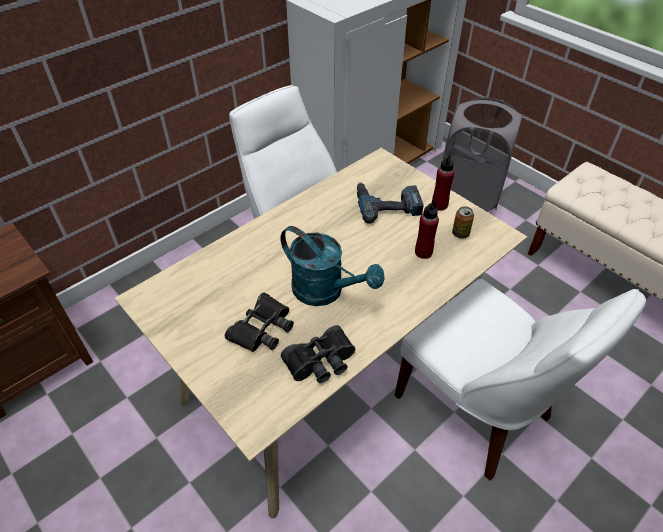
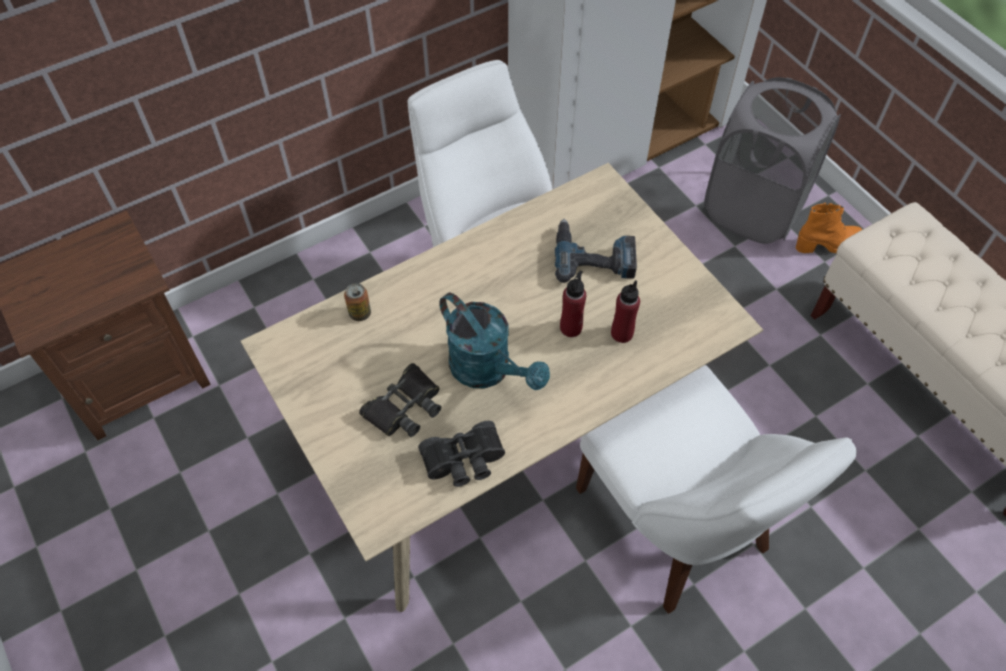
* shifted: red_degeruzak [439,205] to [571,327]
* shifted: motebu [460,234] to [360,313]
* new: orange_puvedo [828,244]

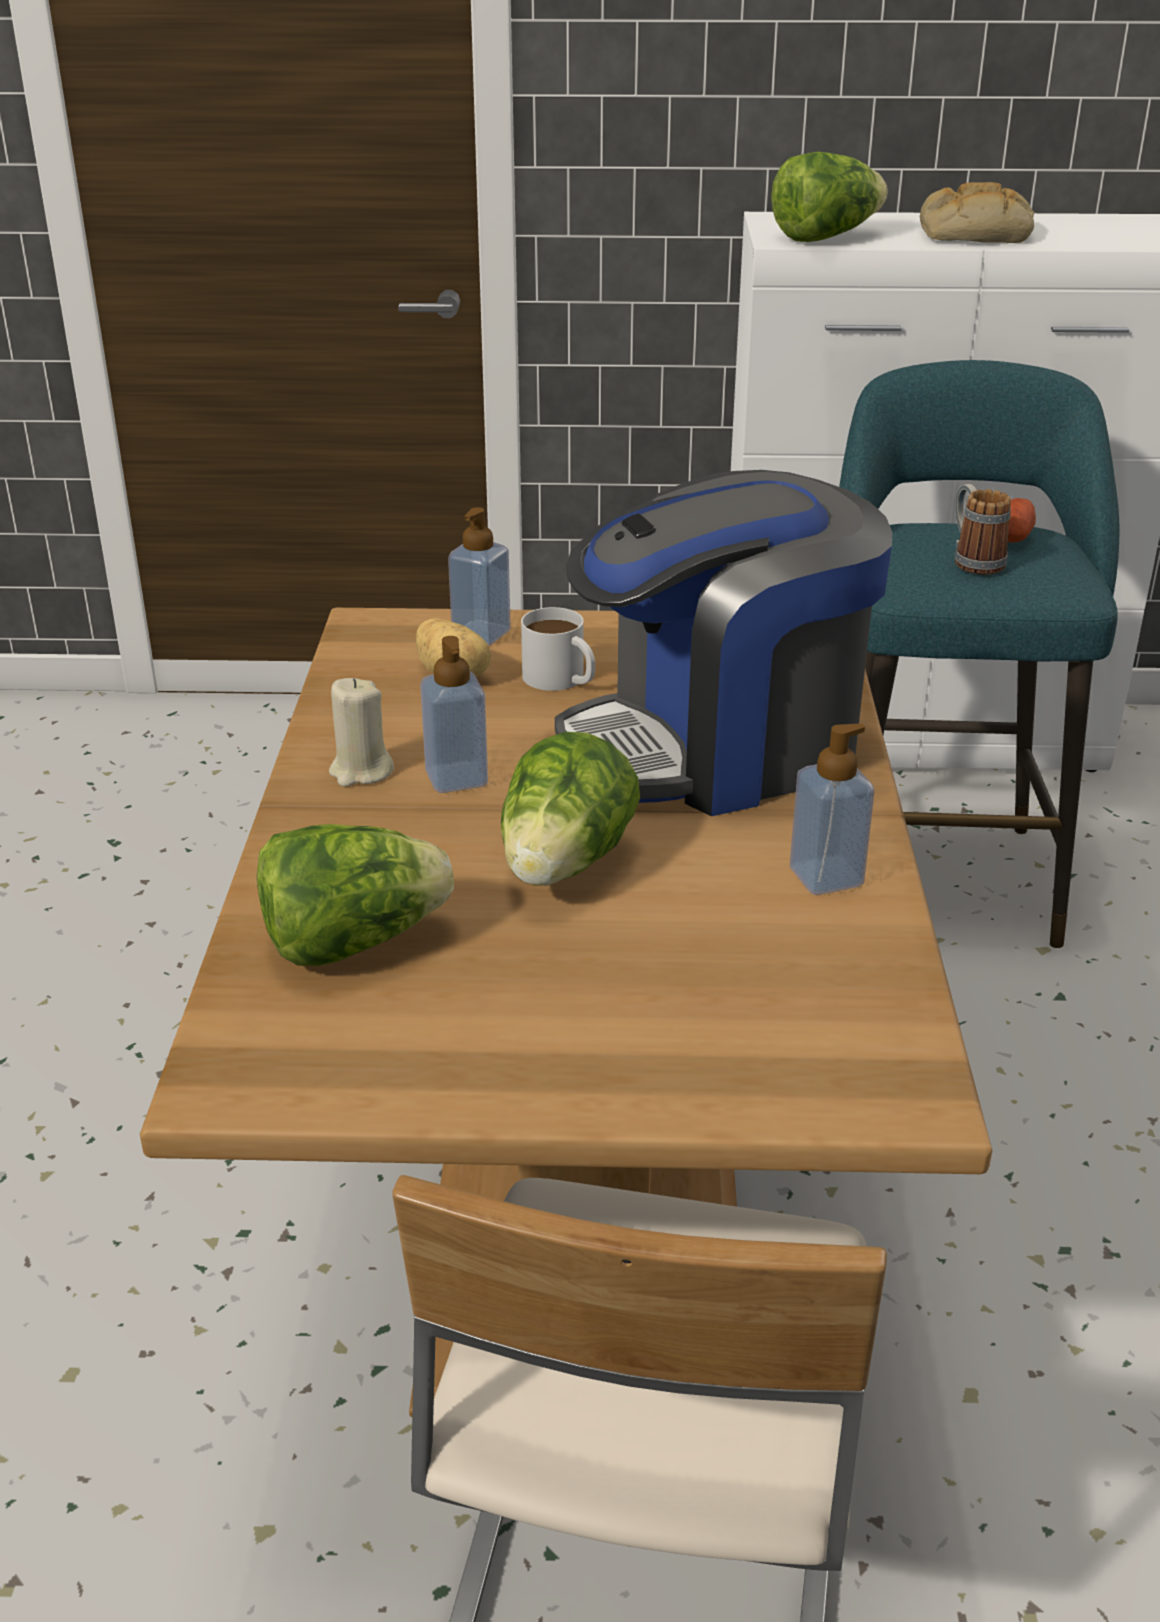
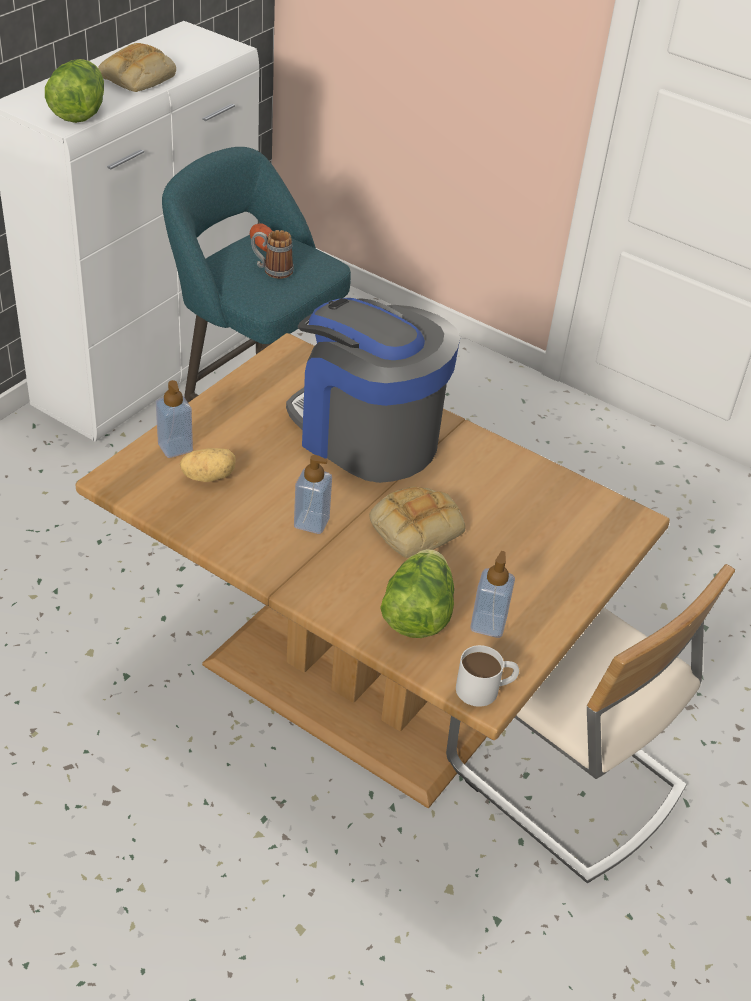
* gone: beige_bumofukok [361,771]
* swapped: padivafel [564,865] to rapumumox [416,526]
* shifted: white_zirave [562,680] to [485,688]
* rotated: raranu [718,748] = [366,435] 120 degrees clockwise
* shifted: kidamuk [826,876] to [488,624]

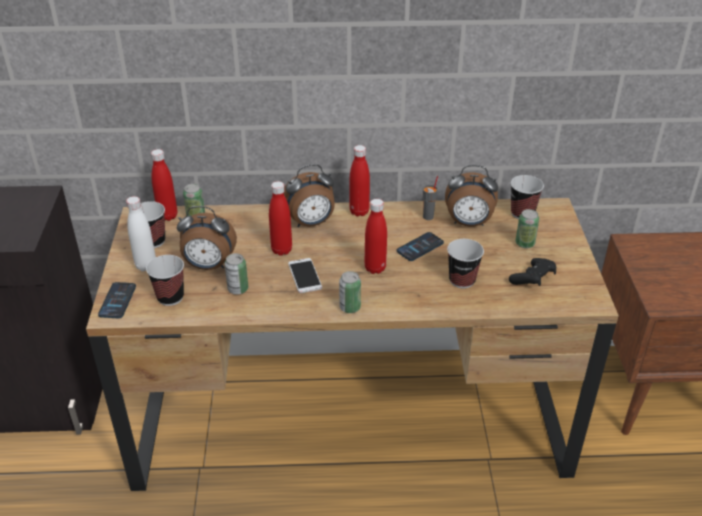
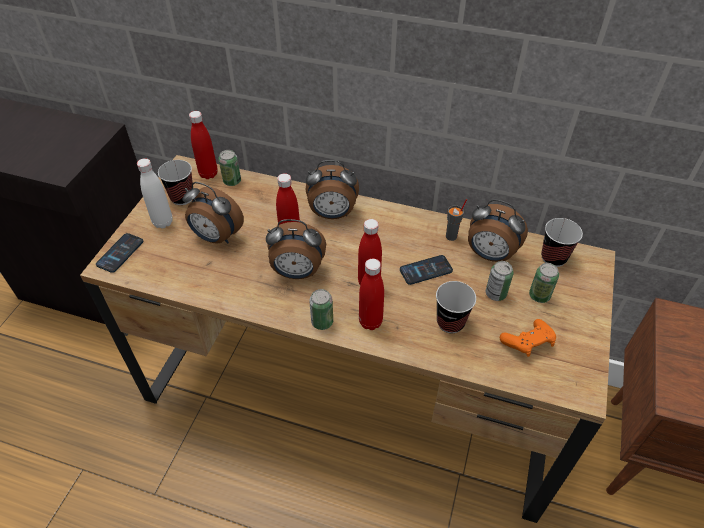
* gone: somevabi [170,297]
* shifted: motebu [238,289] to [495,294]
* swapped: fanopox [305,276] to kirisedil [297,273]
* shifted: red_degeruzak [359,211] to [370,322]
* repainted: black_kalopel [533,279] to orange_kalopel [527,343]

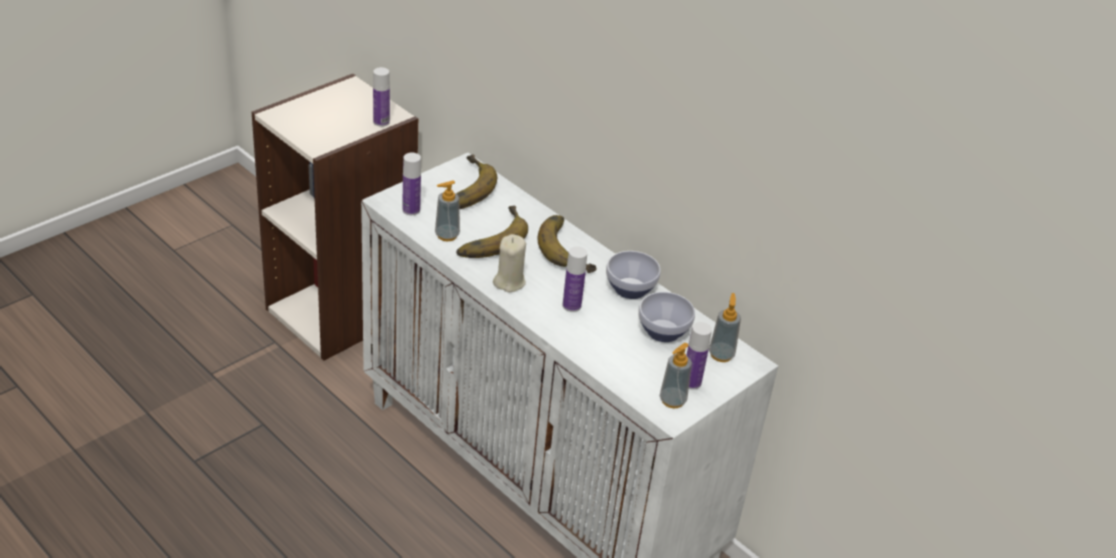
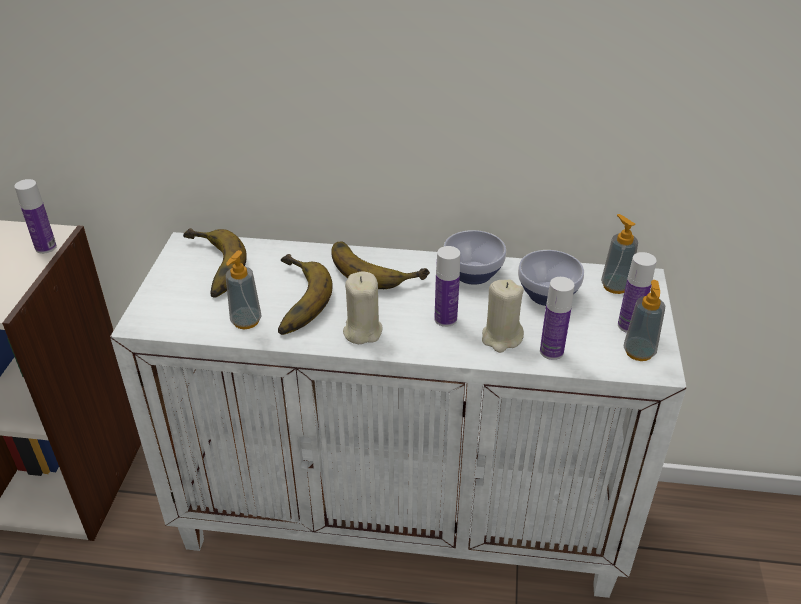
* shifted: degeruzak [411,210] to [551,351]
* new: beige_bumofukok [501,338]

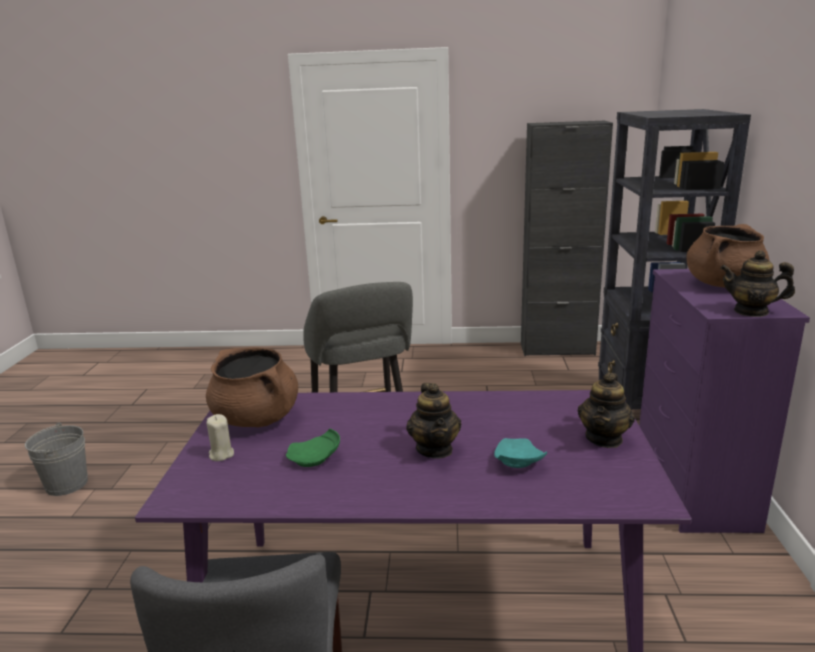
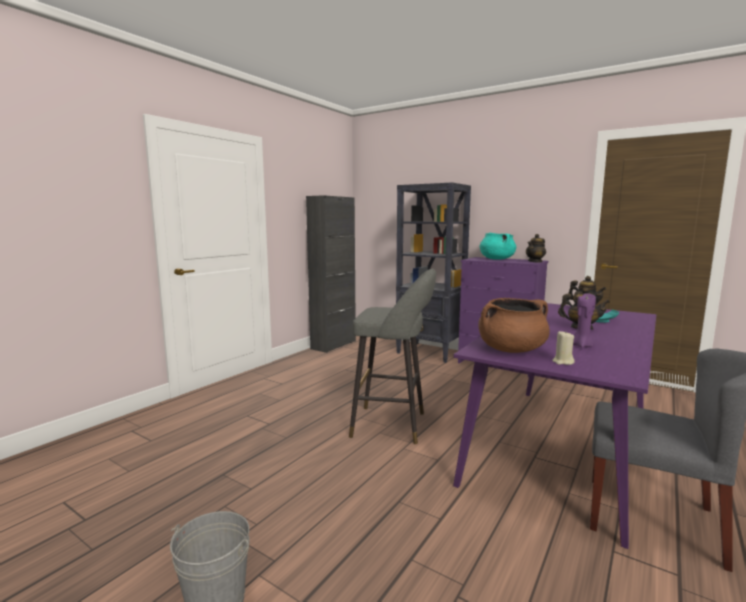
* swapped: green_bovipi [315,459] to purple_bumofukok [581,345]
* repainted: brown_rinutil [723,284] to turquoise_rinutil [496,259]

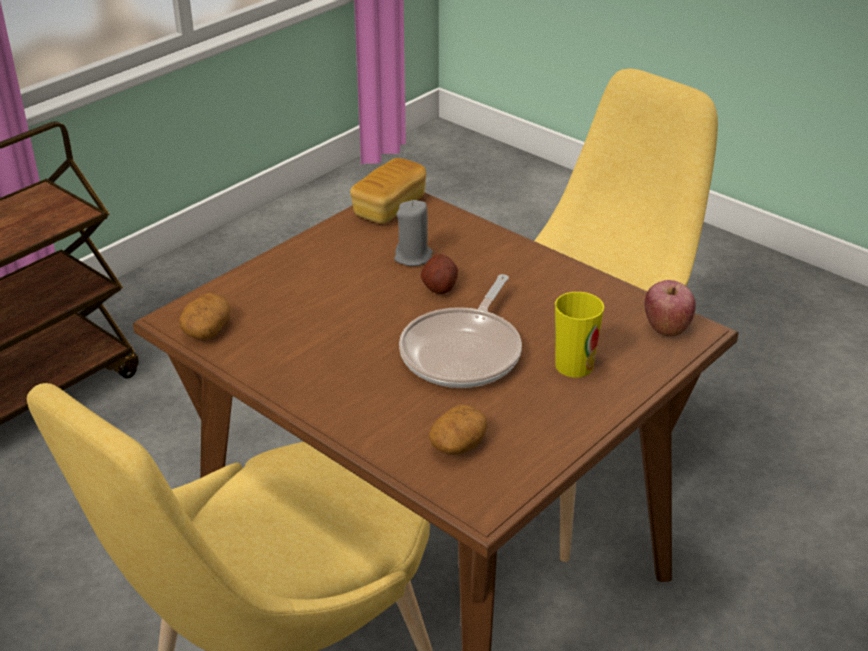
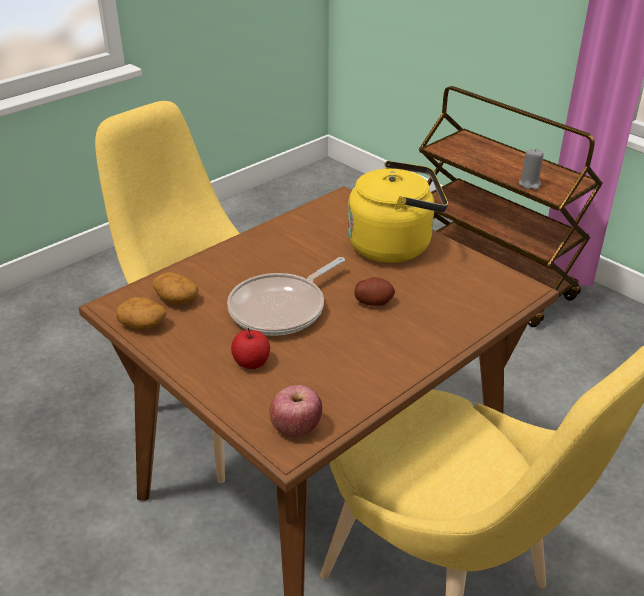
* shifted: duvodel [206,329] to [143,324]
* gone: rapumumox [389,207]
* shifted: grey_bumofukok [413,257] to [529,184]
* rotated: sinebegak [464,352] = [282,308] 75 degrees counterclockwise
* swapped: somevabi [574,365] to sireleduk [251,362]
* new: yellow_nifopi [395,245]

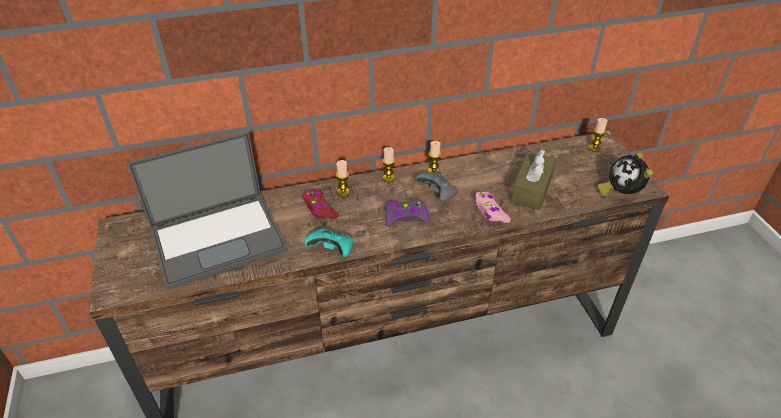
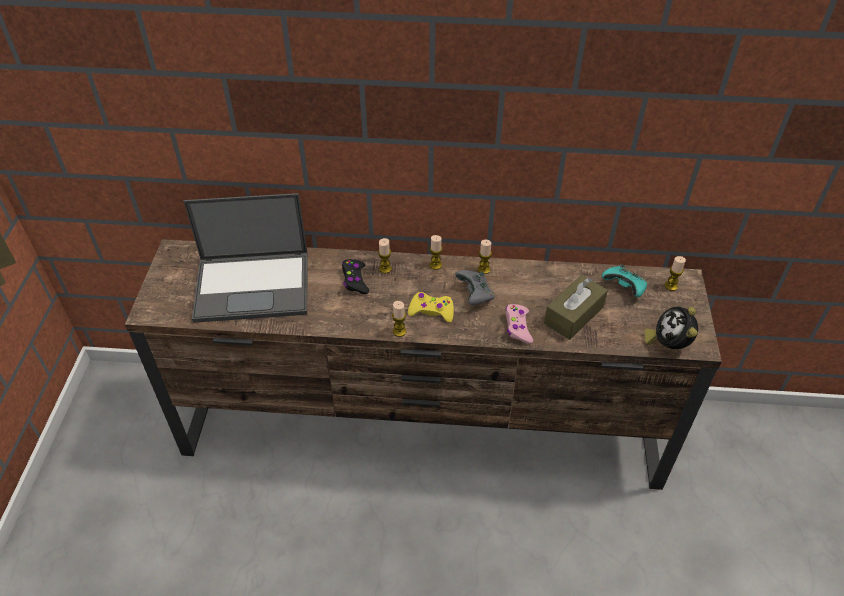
* repainted: red_kalopel [319,209] to black_kalopel [355,280]
* shifted: turquoise_kalopel [332,250] to [624,288]
* repainted: purple_kalopel [406,217] to yellow_kalopel [431,311]
* new: bumofukok [399,331]

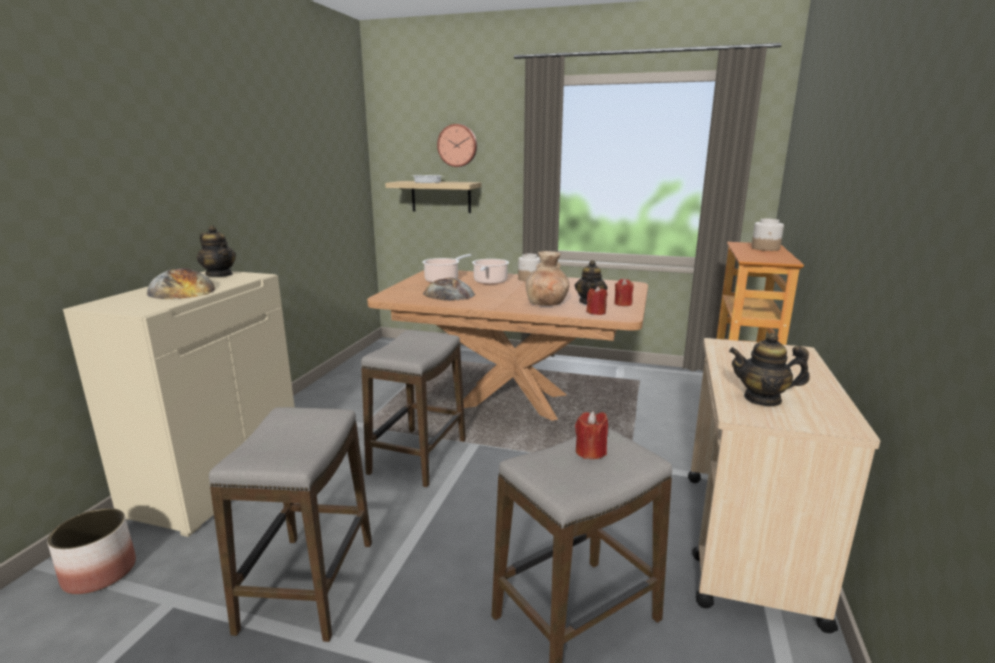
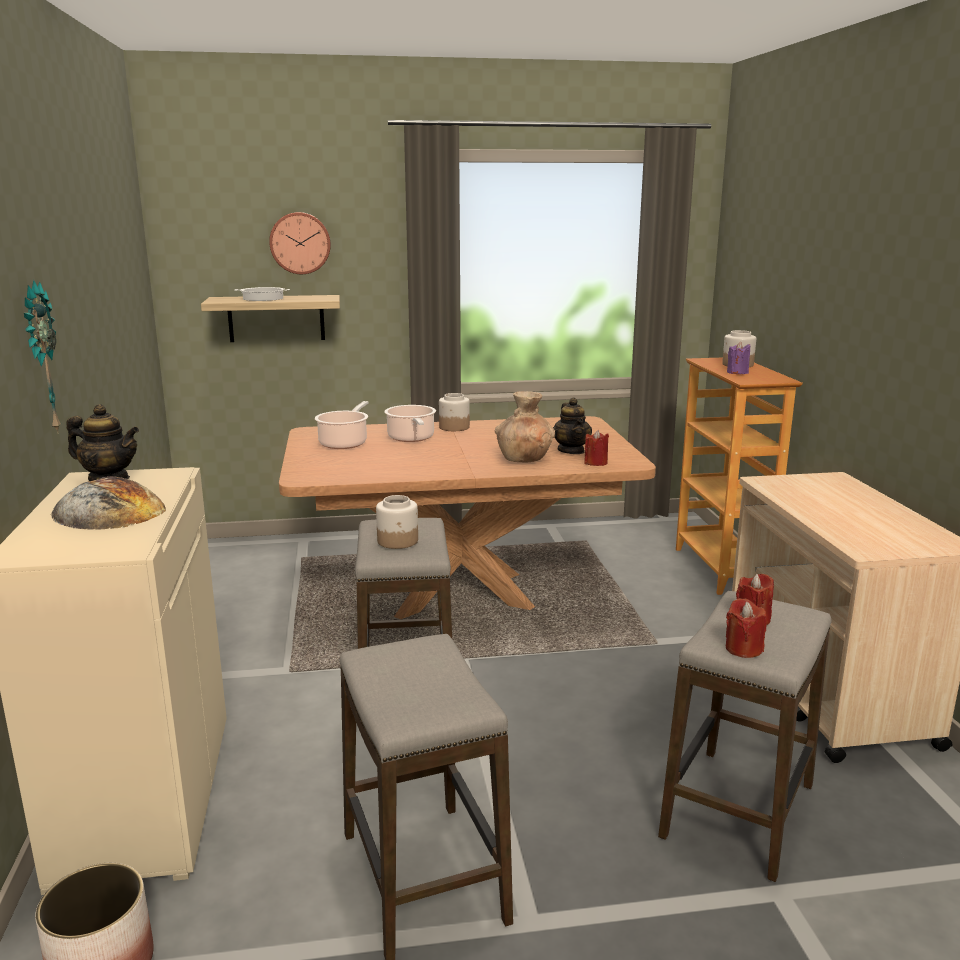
* gone: rapumumox [449,294]
* shifted: red_bumofukok [623,304] to [743,649]
* gone: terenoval [762,399]
* new: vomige [38,359]
* new: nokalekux [398,541]
* new: purple_bumofukok [737,372]

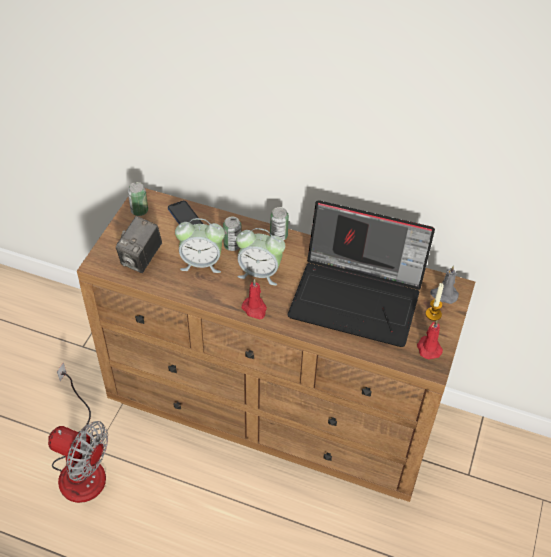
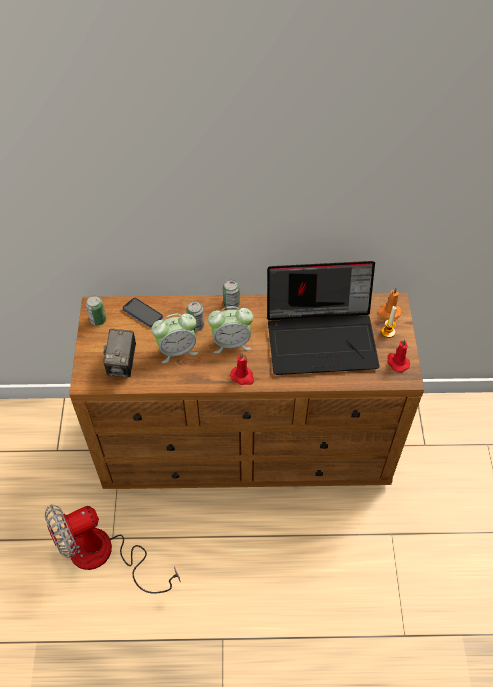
* rotated: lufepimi [80,464] = [105,556] 150 degrees clockwise
* repainted: grey_bumofukok [443,295] to orange_bumofukok [388,312]

